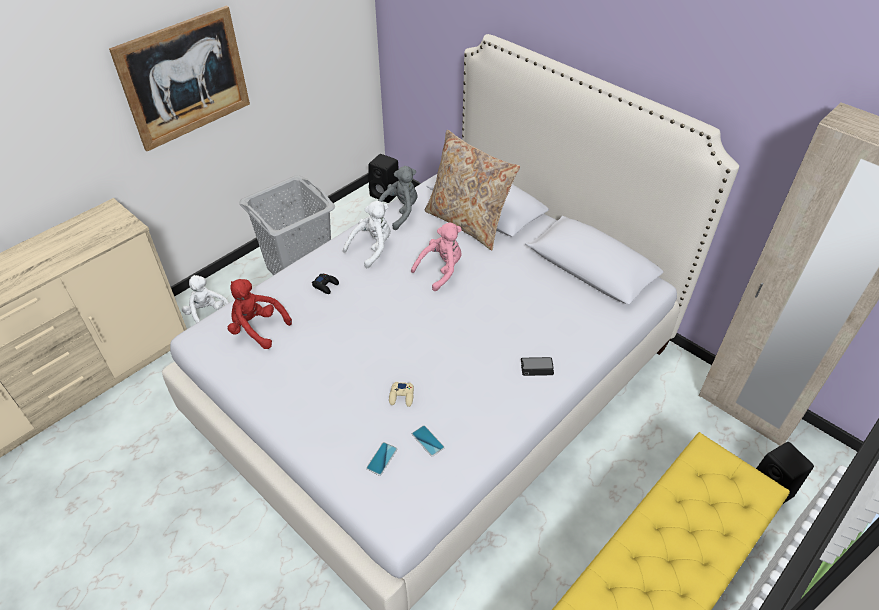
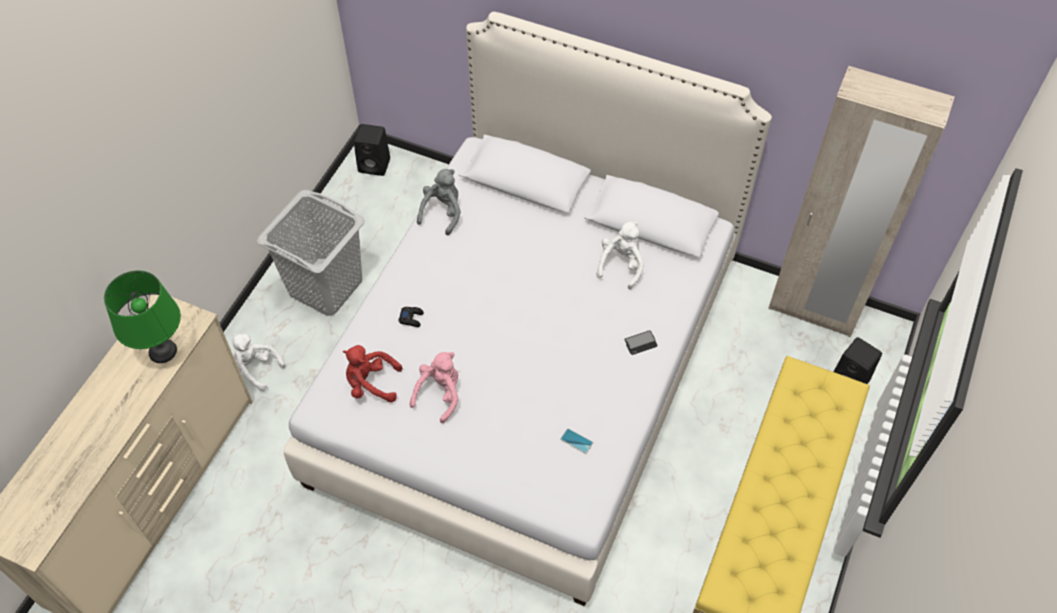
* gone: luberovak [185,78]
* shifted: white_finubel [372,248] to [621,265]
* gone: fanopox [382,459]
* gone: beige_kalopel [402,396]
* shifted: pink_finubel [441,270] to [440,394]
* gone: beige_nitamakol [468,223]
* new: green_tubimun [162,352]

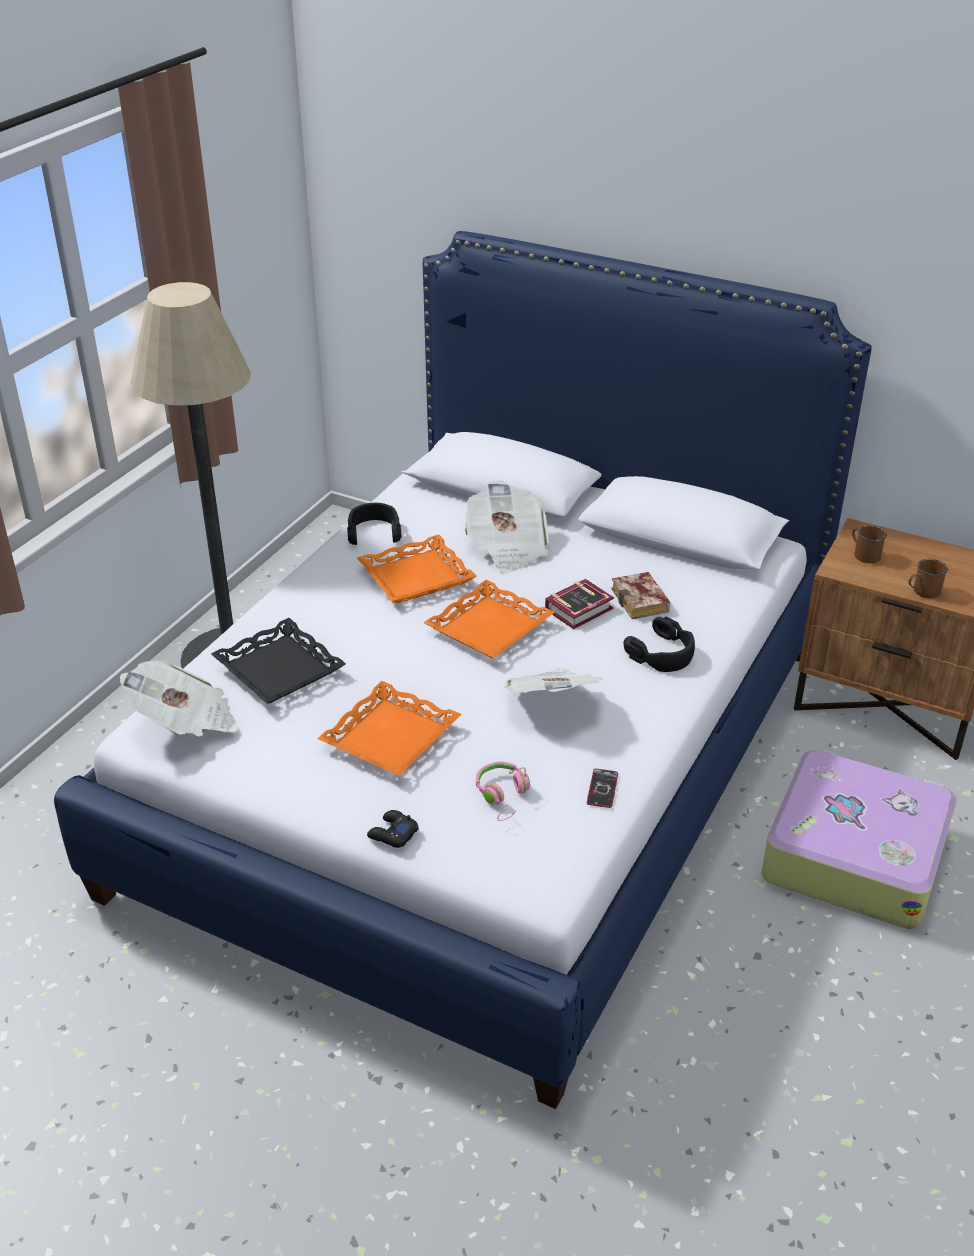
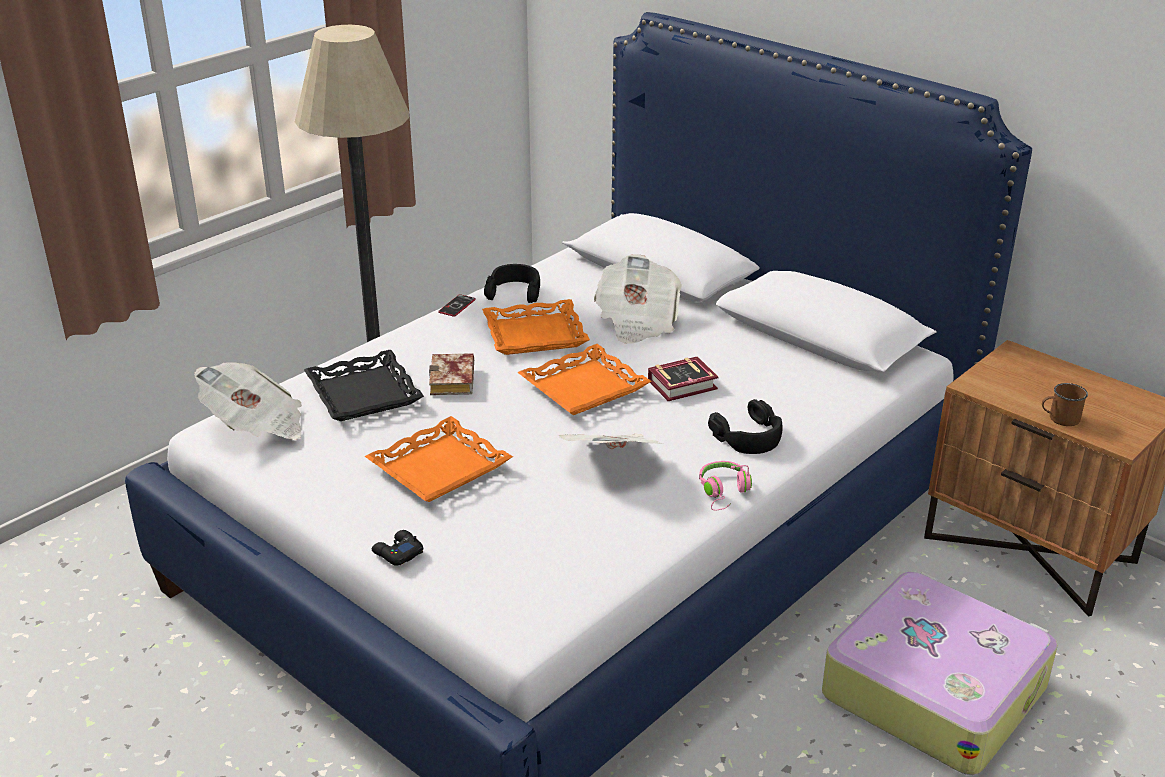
* shifted: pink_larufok [503,796] to [724,492]
* shifted: fanopox [602,789] to [457,306]
* shifted: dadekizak [642,602] to [454,381]
* gone: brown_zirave [864,554]

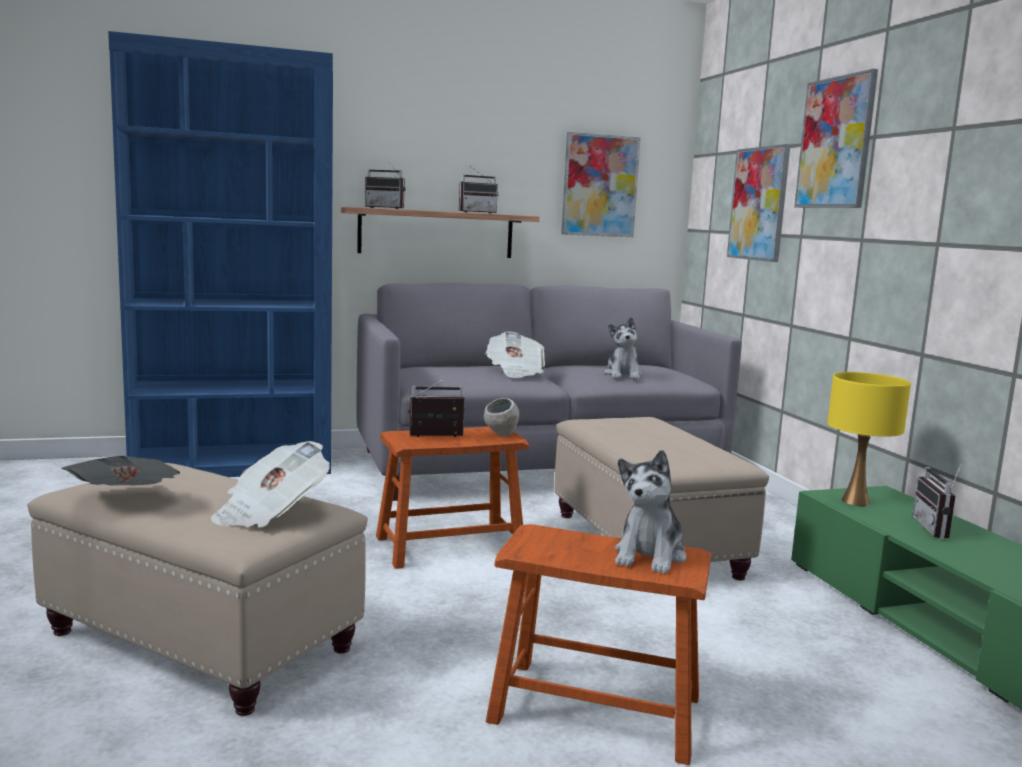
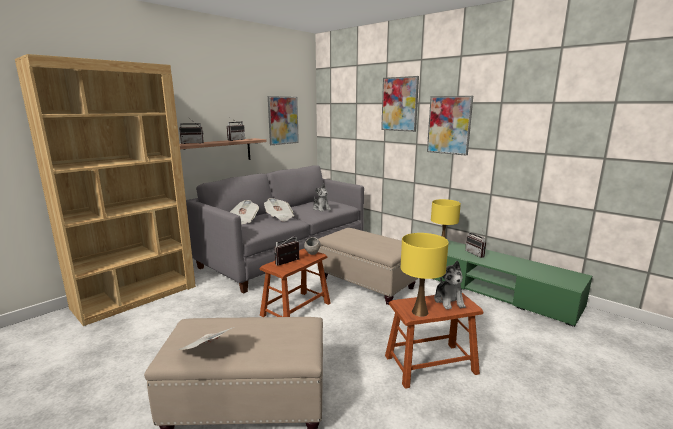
* repainted: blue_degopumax [234,465] to brown_degopumax [136,297]
* shifted: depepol [270,513] to [243,221]
* shifted: luberovak [758,204] to [449,125]
* new: yellow_tubimun [420,312]

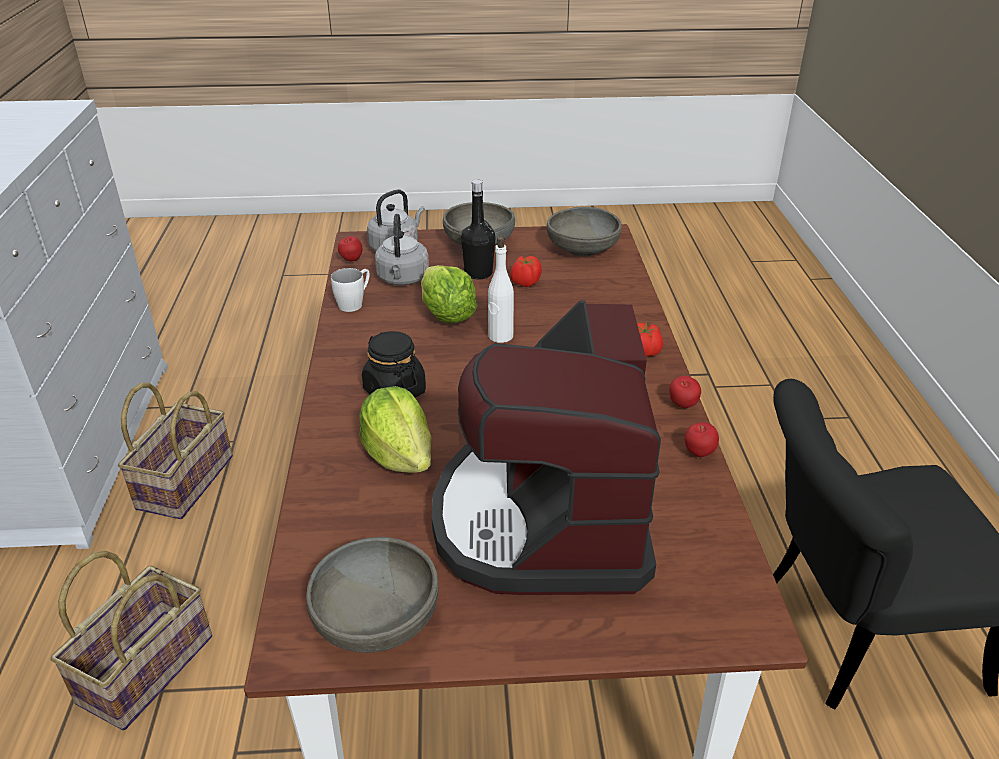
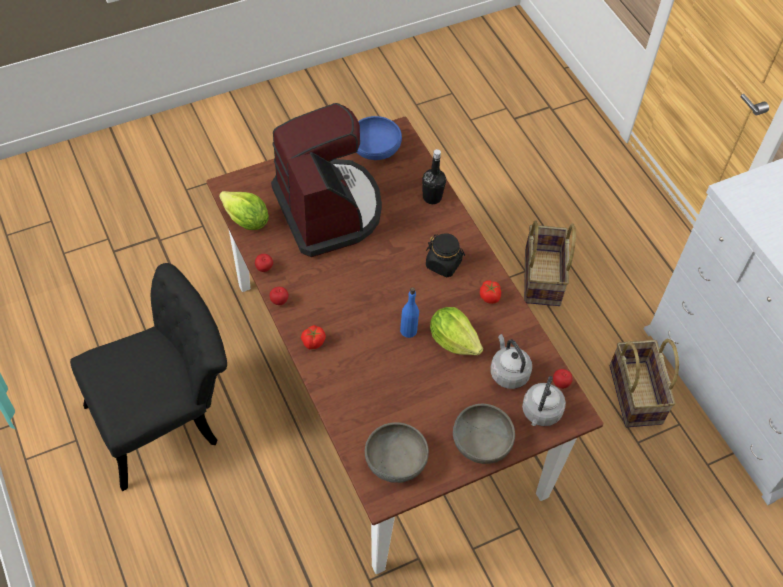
* repainted: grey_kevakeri [377,619] to blue_kevakeri [375,149]
* gone: white_zirave [354,303]
* shifted: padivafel [399,455] to [246,221]
* shifted: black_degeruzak [478,273] to [432,197]
* repainted: white_degeruzak [500,336] to blue_degeruzak [408,330]
* shifted: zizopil [525,283] to [489,297]

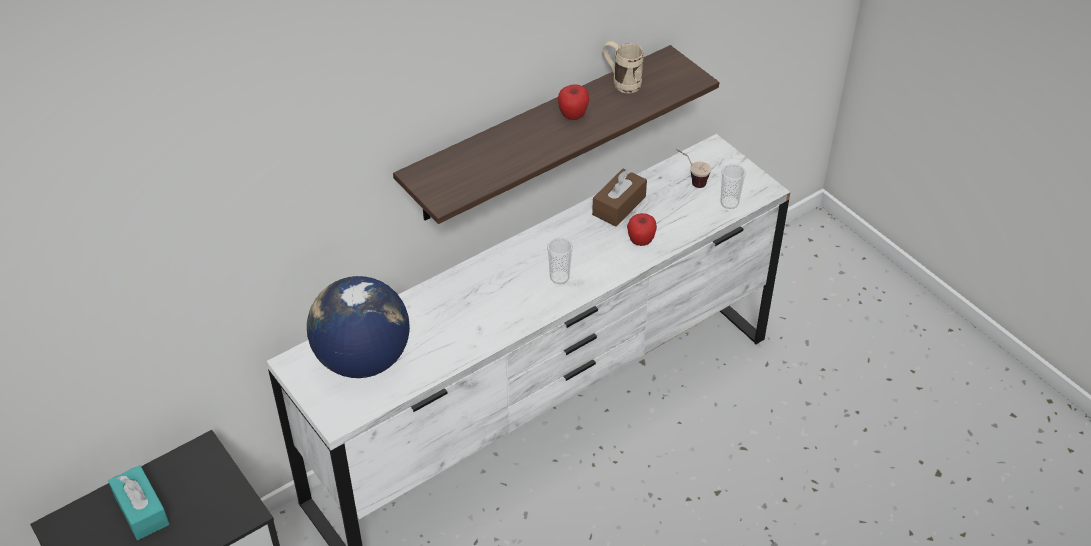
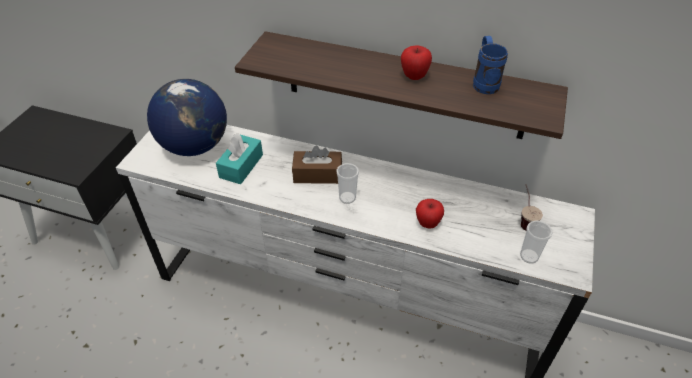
* shifted: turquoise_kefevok [141,510] to [241,166]
* shifted: brown_kefevok [619,206] to [317,174]
* repainted: beige_zirave [621,83] to blue_zirave [484,82]

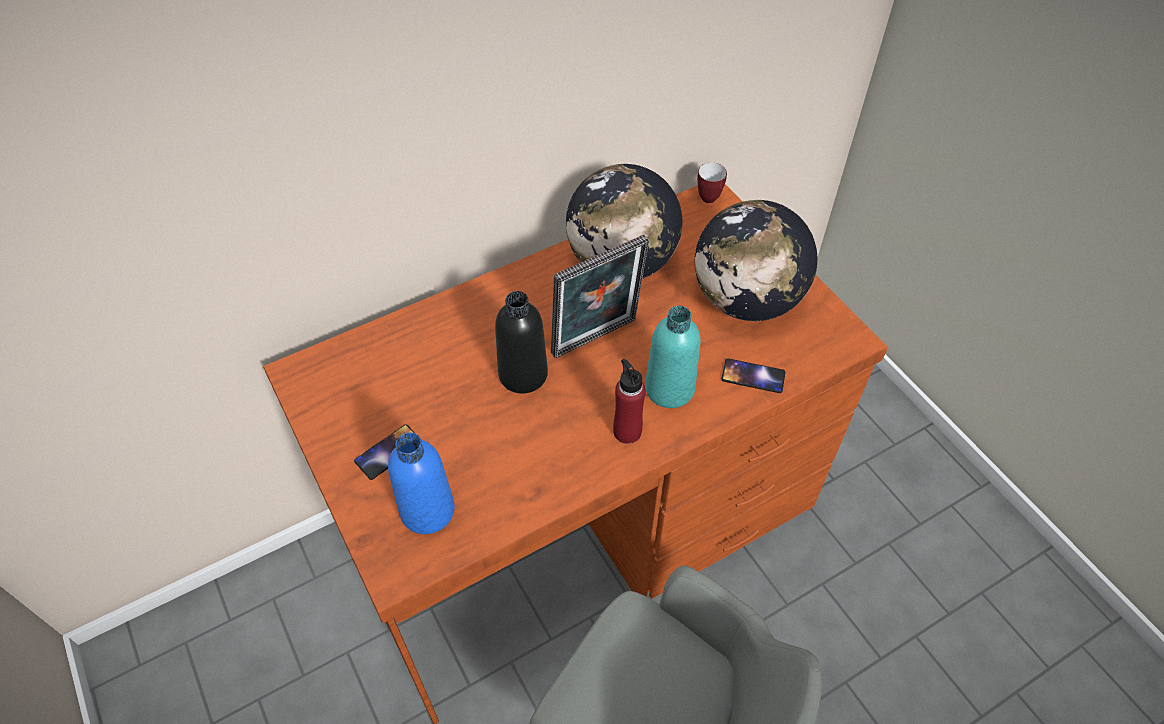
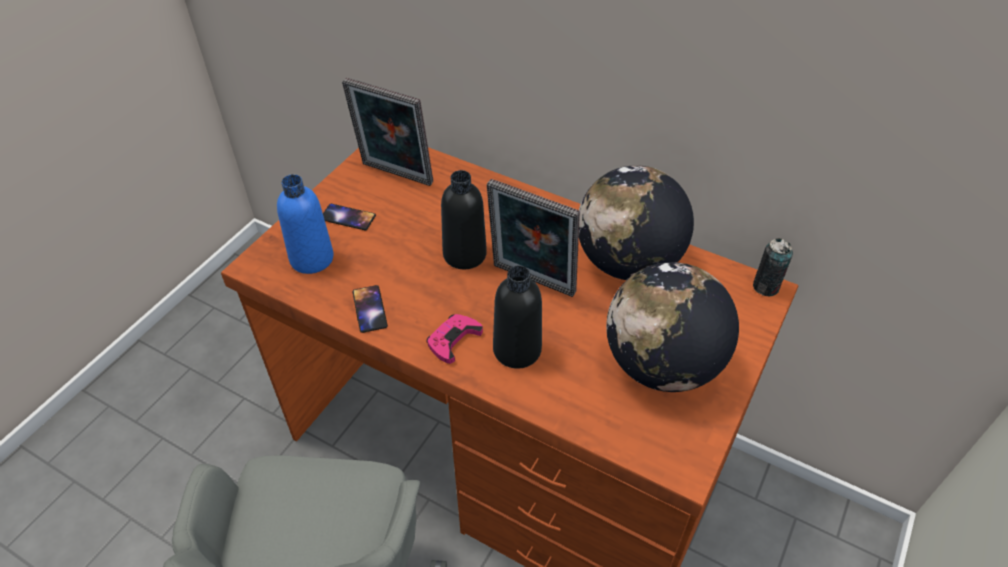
* swapped: red_degeruzak [627,431] to pink_kalopel [453,340]
* repainted: turquoise_degeruzak [669,388] to black_degeruzak [517,350]
* swapped: zirave [708,195] to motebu [765,287]
* shifted: fanopox [753,376] to [369,309]
* new: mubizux [395,176]

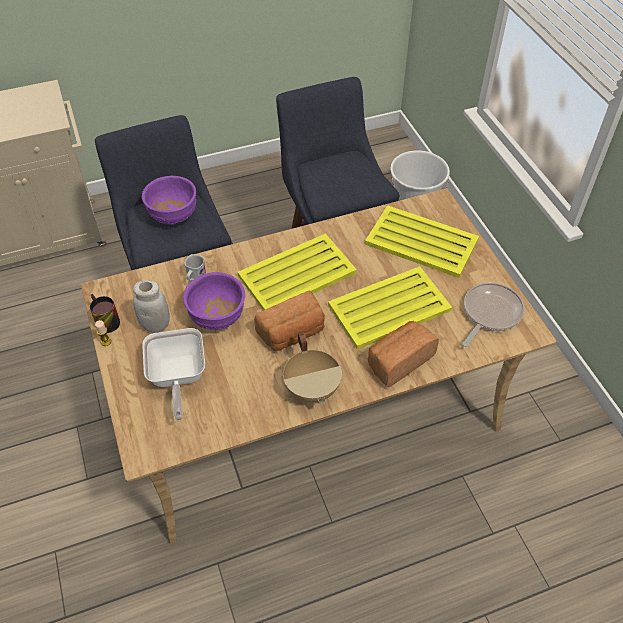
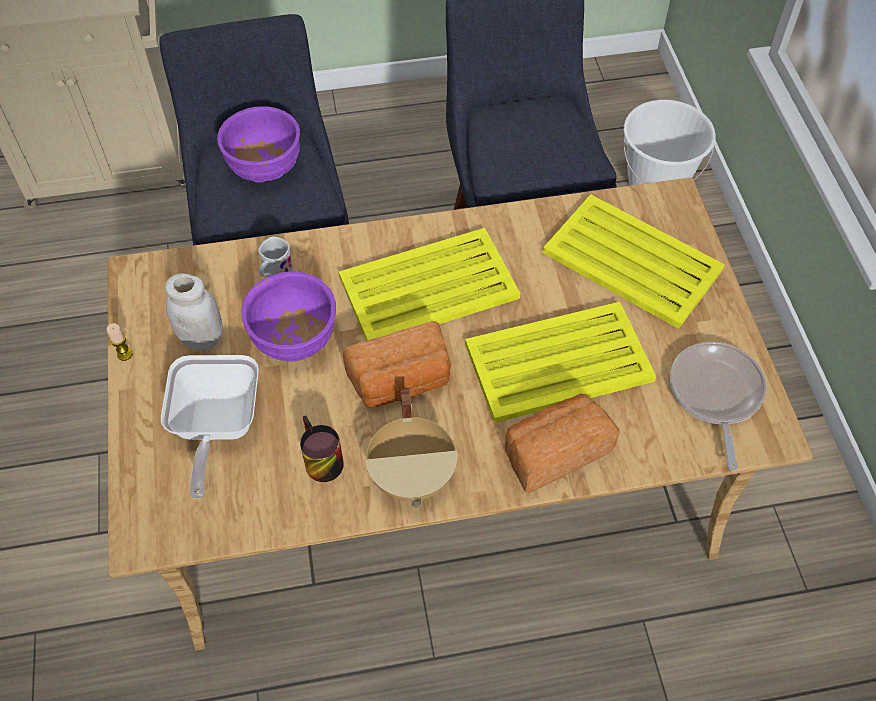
* shifted: zirave [104,322] to [318,460]
* rotated: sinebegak [490,313] = [715,394] 45 degrees counterclockwise

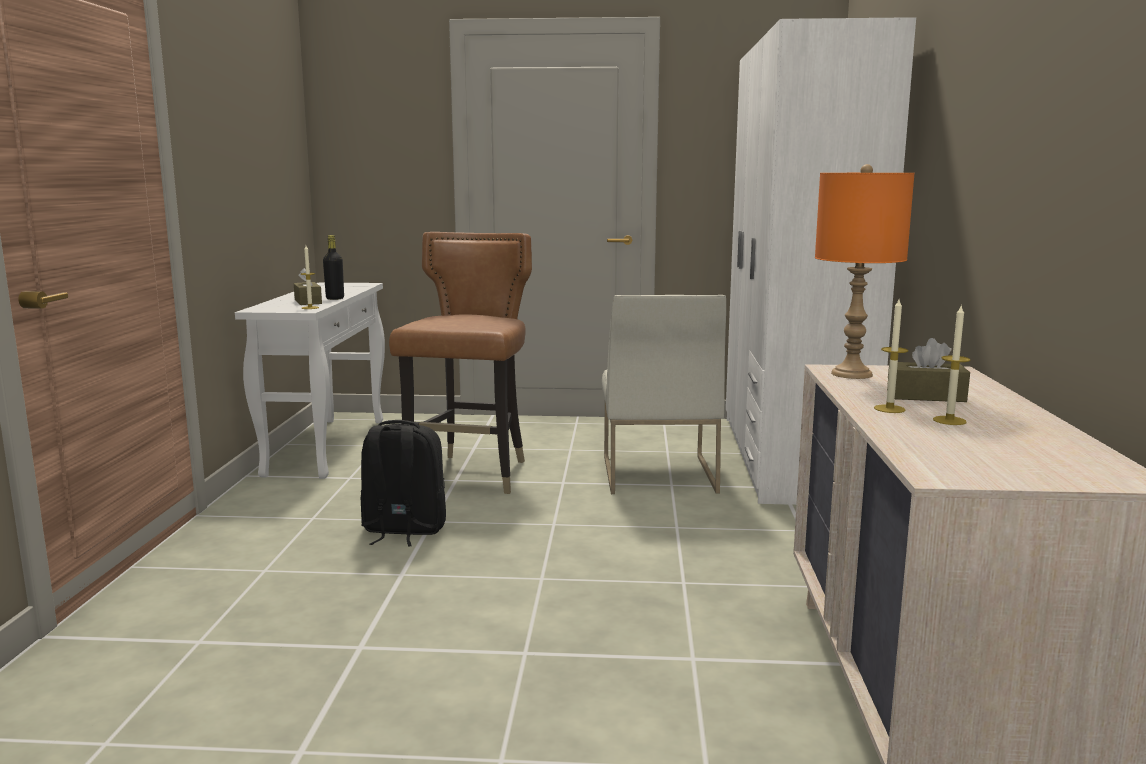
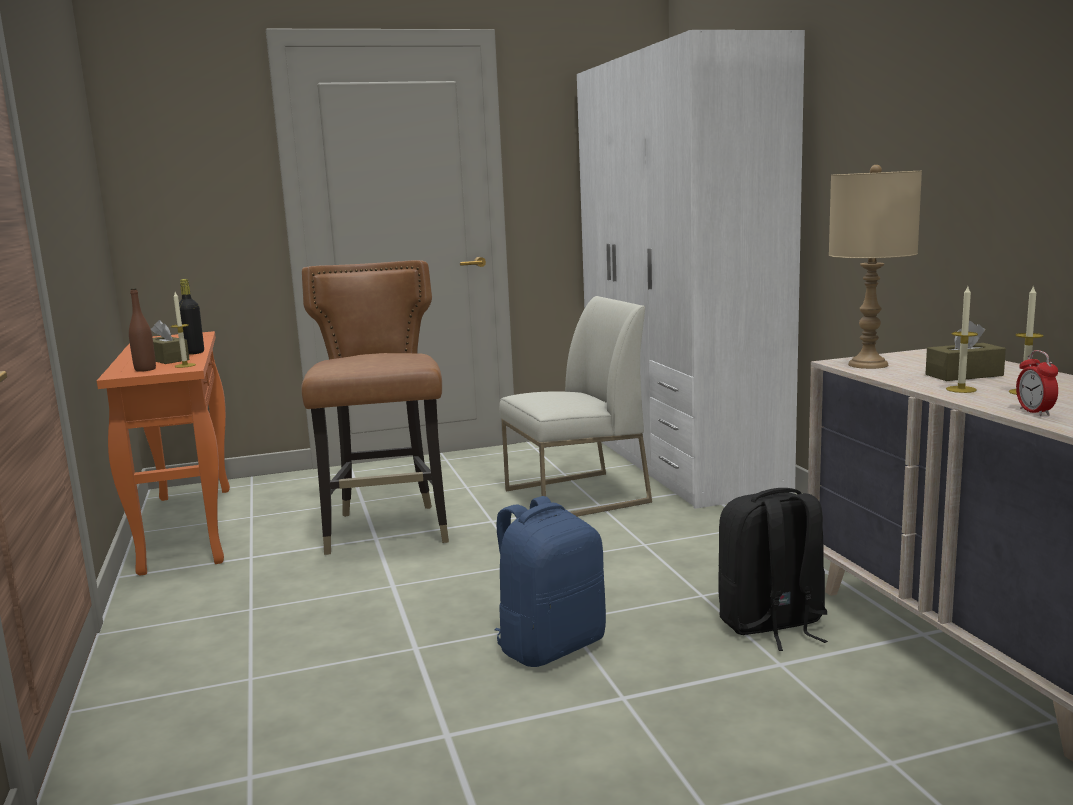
* repainted: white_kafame [327,446] to orange_kafame [188,527]
* shifted: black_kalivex [403,530] to [772,624]
* rotated: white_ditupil [657,474] = [575,497] 90 degrees counterclockwise
* repainted: orange_tubimun [851,374] to beige_tubimun [868,365]
* new: brown_degeruzak [145,369]
* new: blue_kalivex [551,645]
* new: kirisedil [1034,412]

